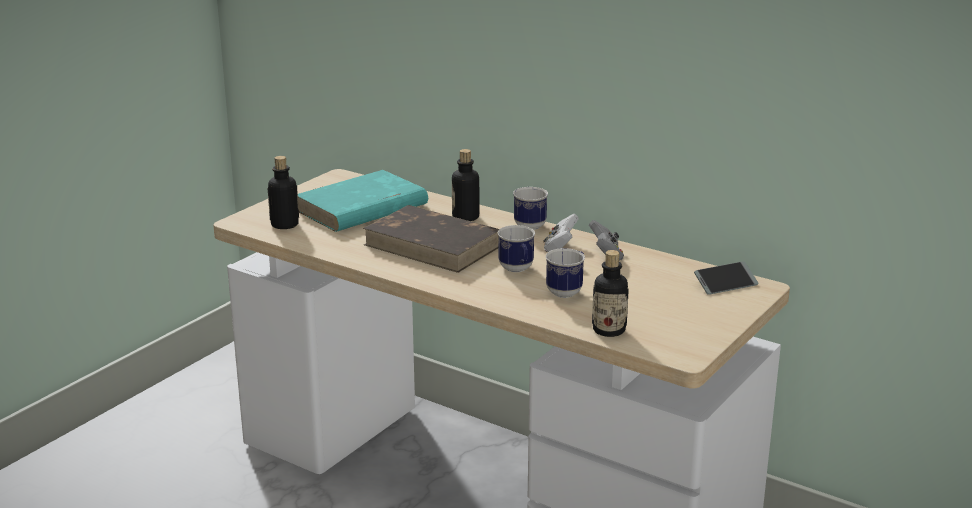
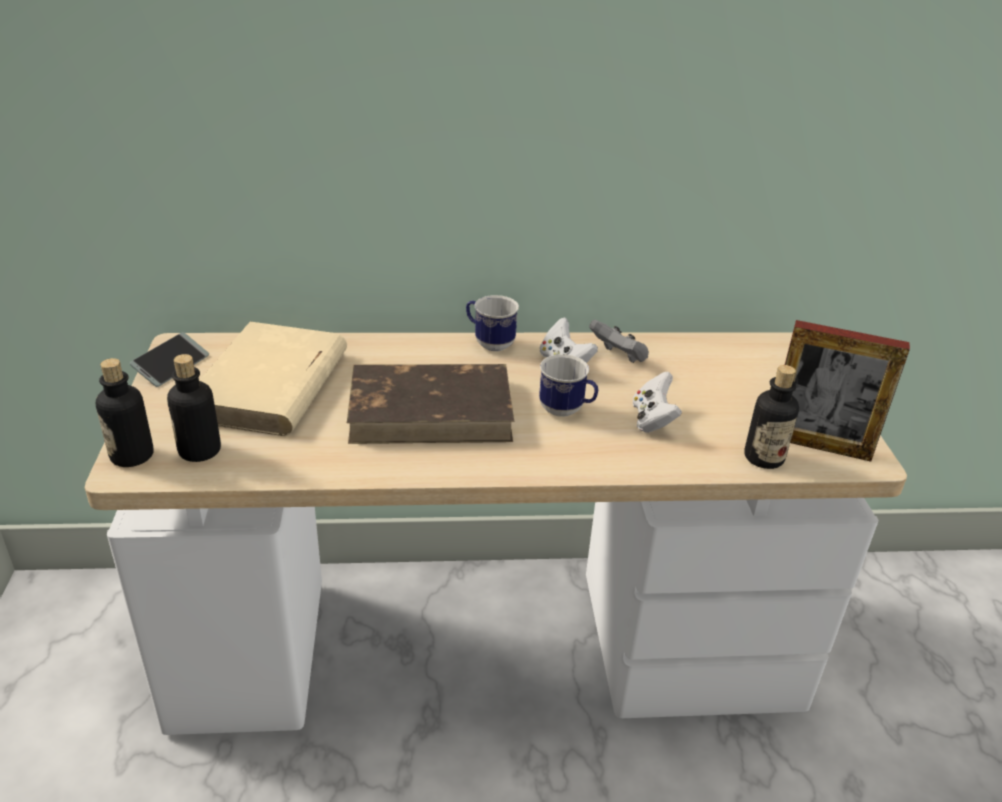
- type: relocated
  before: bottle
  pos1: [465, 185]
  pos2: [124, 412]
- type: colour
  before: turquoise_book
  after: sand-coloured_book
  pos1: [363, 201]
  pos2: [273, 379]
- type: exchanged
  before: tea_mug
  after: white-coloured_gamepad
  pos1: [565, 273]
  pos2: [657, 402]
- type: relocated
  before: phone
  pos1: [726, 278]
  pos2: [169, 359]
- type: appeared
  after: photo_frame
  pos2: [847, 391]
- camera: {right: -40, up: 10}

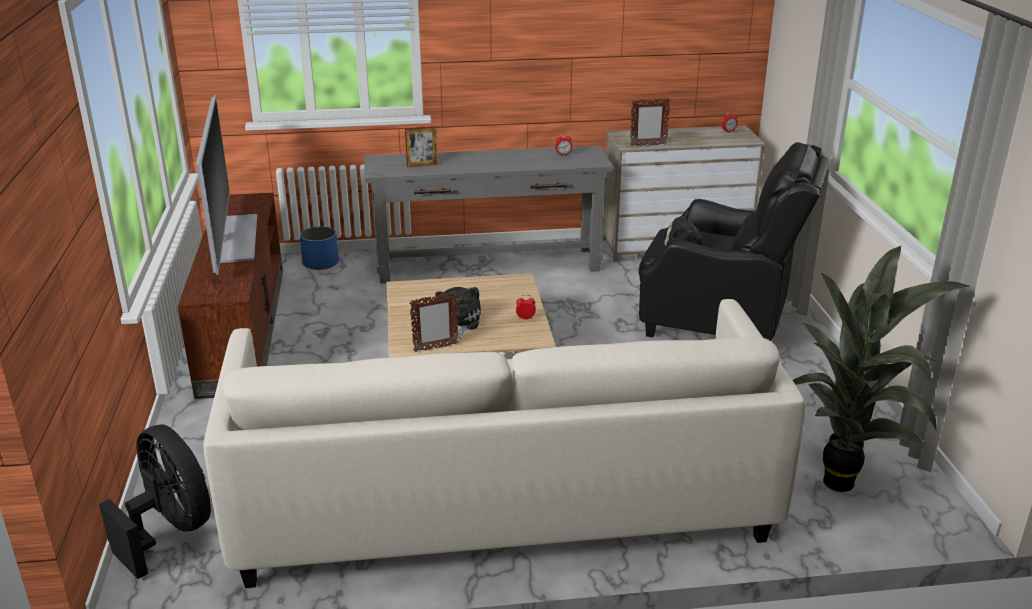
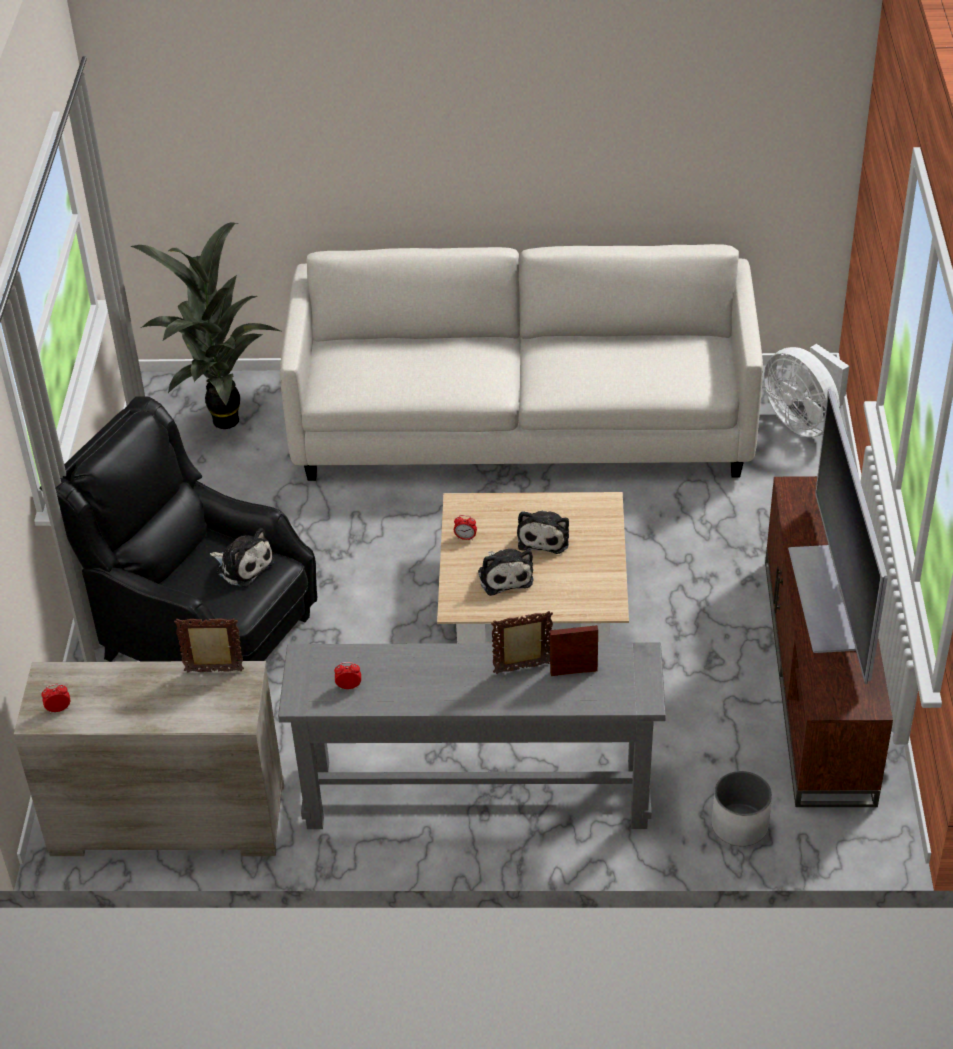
- type: colour
  before: blue_plant_pot
  after: white-coloured_plant_pot
  pos1: [319, 248]
  pos2: [741, 808]
- type: relocated
  before: photo_frame
  pos1: [434, 322]
  pos2: [522, 642]
- type: colour
  before: blackish_electric_fan
  after: white-coloured_electric_fan
  pos1: [155, 502]
  pos2: [806, 390]
- type: appeared
  after: plush_toy
  pos2: [506, 572]
- camera: {right: -170, up: 15}

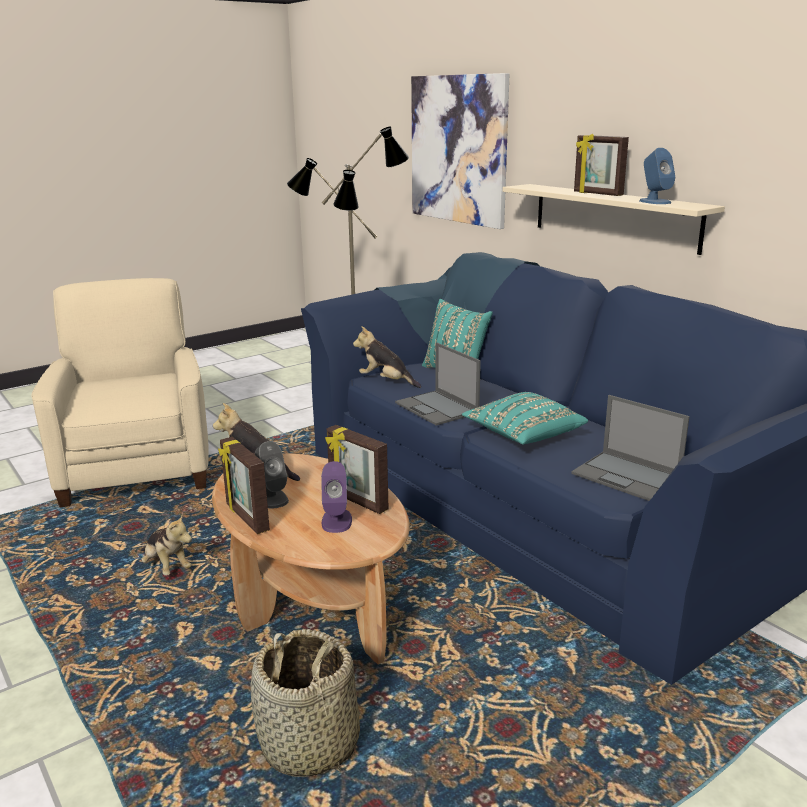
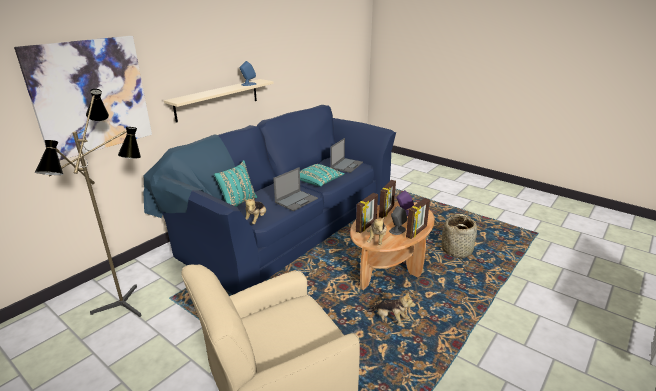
- type: relocated
  before: photo_frame
  pos1: [601, 165]
  pos2: [367, 213]
- type: spun
  before: plush_toy
  pos1: [166, 544]
  pos2: [391, 309]
  turn: 90
- camera: {right: -105, up: 5}

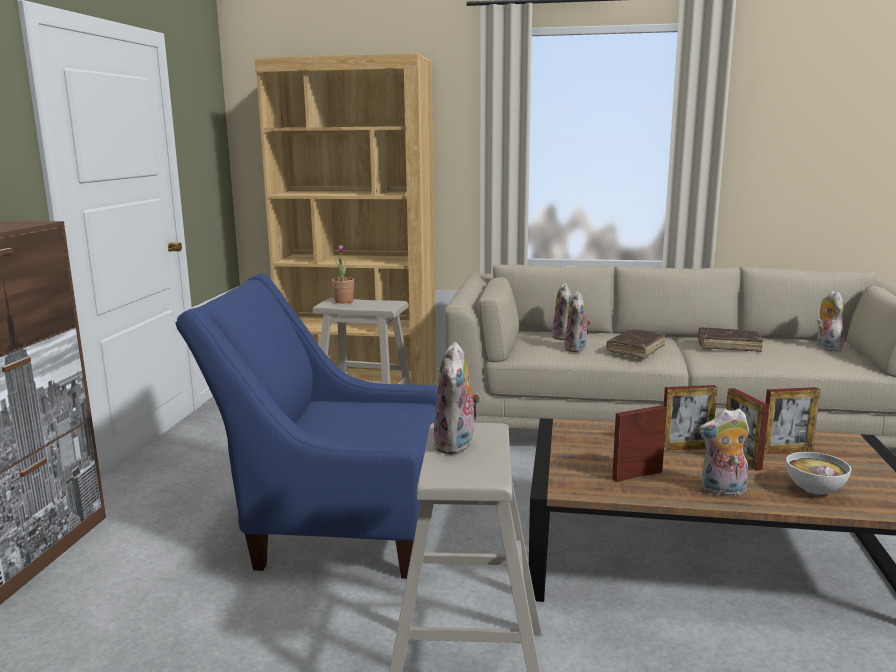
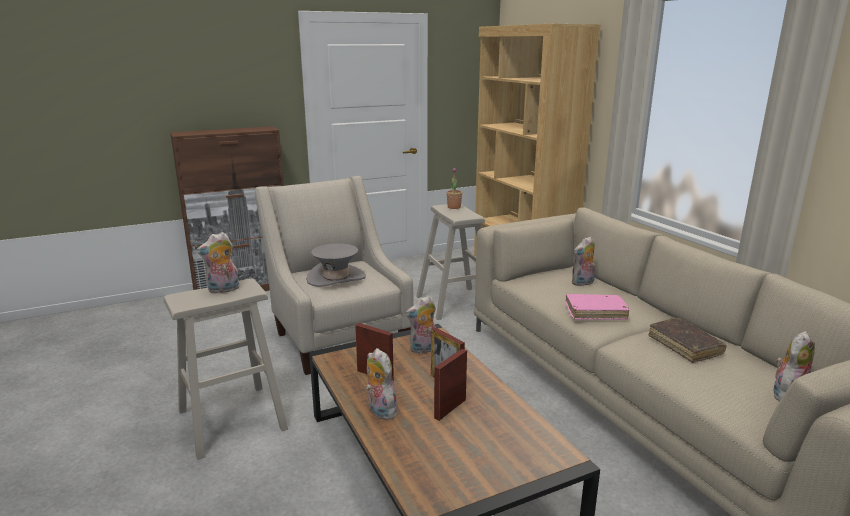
- type: colour
  before: blue_lounge_chair
  after: sand-coloured_lounge_chair
  pos1: [306, 426]
  pos2: [334, 275]
- type: relocated
  before: plush_toy
  pos1: [577, 321]
  pos2: [421, 324]
- type: colour
  before: brownish_book
  after: pink-coloured_book
  pos1: [636, 344]
  pos2: [598, 307]
- type: missing
  before: photo_frame
  pos1: [792, 420]
- type: missing
  before: serving_bowl
  pos1: [818, 473]
- type: appeared
  after: gray_hat
  pos2: [336, 265]
- camera: {right: 55, up: 5}

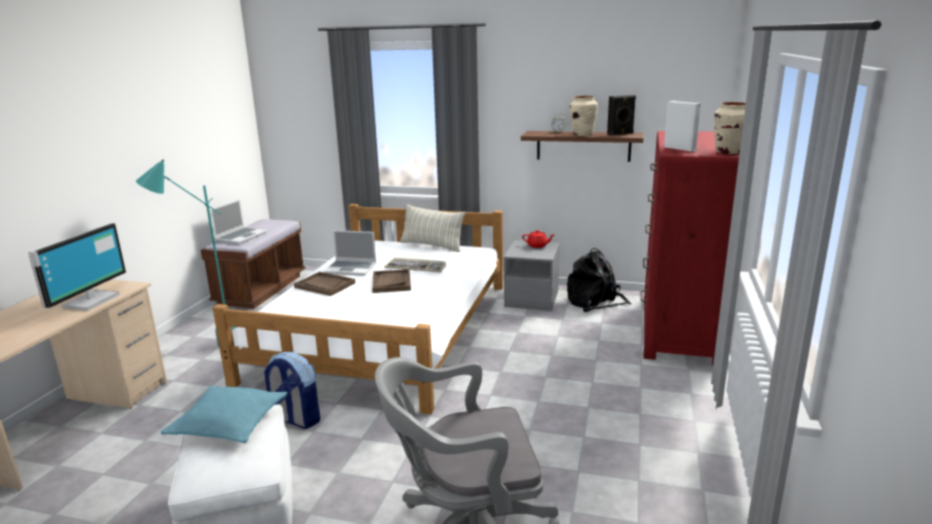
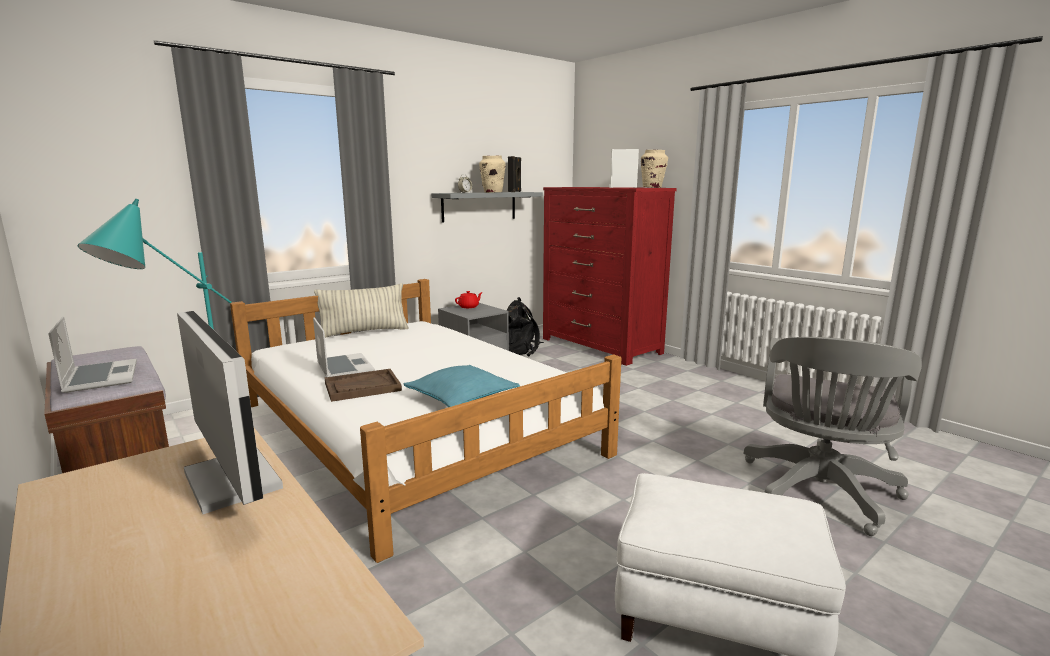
- type: colour
  before: brownish_bracket_shelf
  after: gray_bracket_shelf
  pos1: [582, 146]
  pos2: [487, 207]
- type: spun
  before: notebook_computer
  pos1: [349, 253]
  pos2: [344, 347]
  turn: -75
- type: missing
  before: PC_keyboard
  pos1: [415, 264]
- type: missing
  before: brownish_tray
  pos1: [391, 281]
- type: missing
  before: rucksack
  pos1: [292, 390]
- type: relocated
  before: turquoise_cushion
  pos1: [224, 414]
  pos2: [462, 386]
- camera: {right: -55, up: -5}

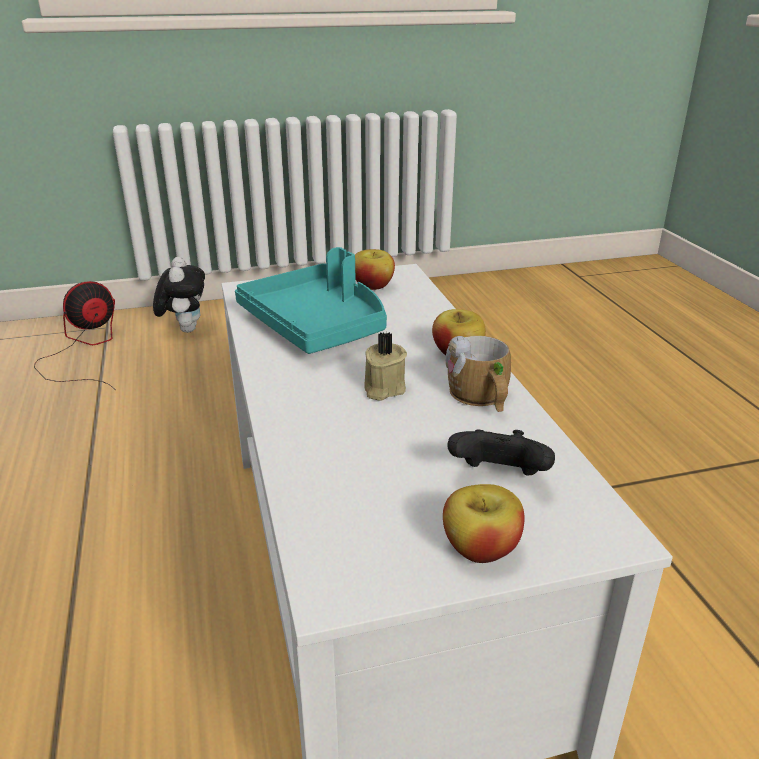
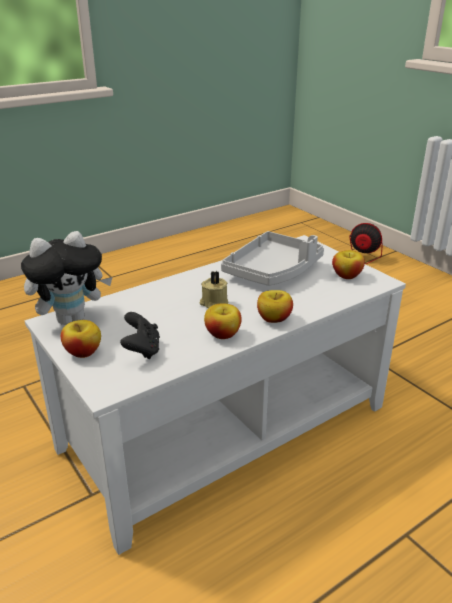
- type: colour
  before: turquoise_tray
  after: gray_tray
  pos1: [311, 300]
  pos2: [272, 258]
- type: relocated
  before: plush_toy
  pos1: [179, 295]
  pos2: [66, 278]
- type: exchanged
  before: tea_mug
  after: whole_apple
  pos1: [478, 374]
  pos2: [223, 321]
- camera: {right: 70, up: 0}

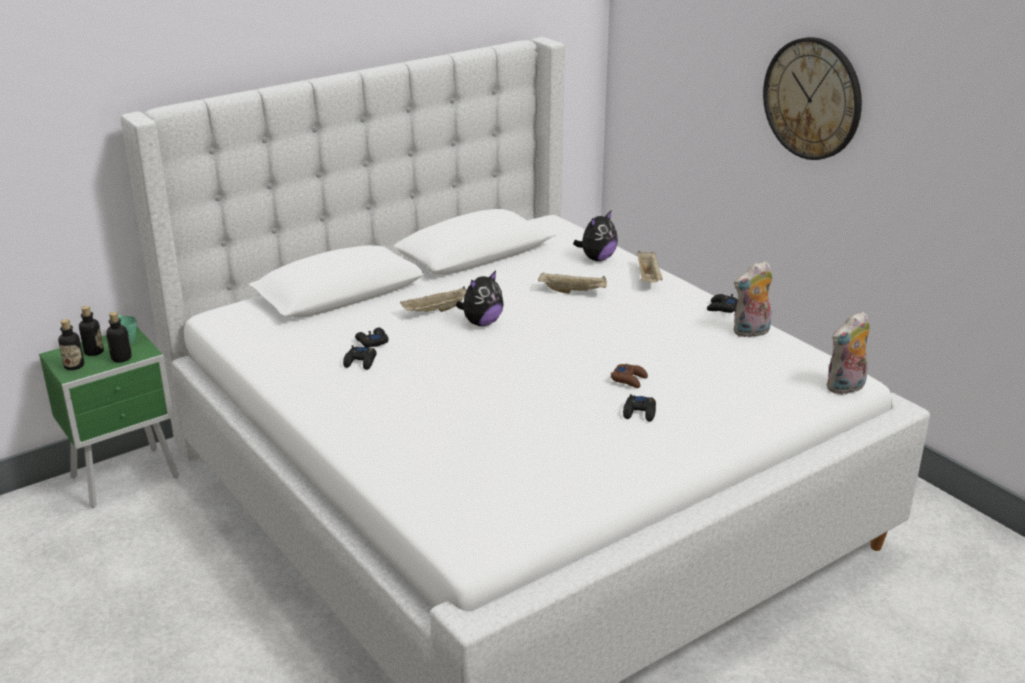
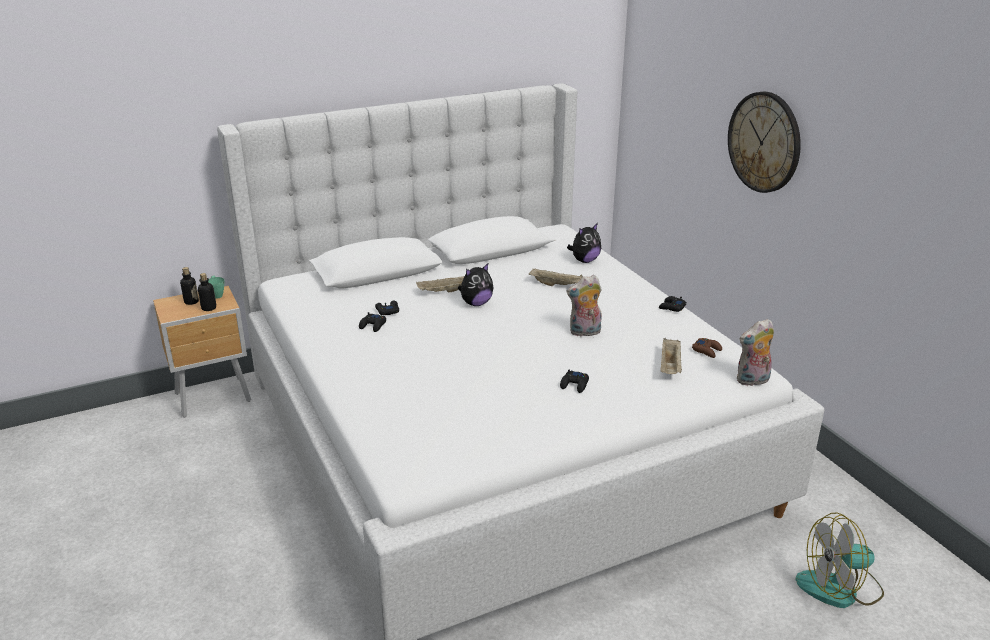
- type: relocated
  before: sand-coloured_tray
  pos1: [650, 267]
  pos2: [671, 356]
- type: relocated
  before: plush_toy
  pos1: [752, 299]
  pos2: [584, 306]
- type: missing
  before: bottle
  pos1: [71, 344]
- type: colour
  before: green_nightstand
  after: brownish_nightstand
  pos1: [109, 417]
  pos2: [202, 352]
- type: relocated
  before: brownish_gamepad
  pos1: [629, 376]
  pos2: [707, 348]
- type: appeared
  after: electric_fan
  pos2: [839, 560]
- camera: {right: 10, up: 0}

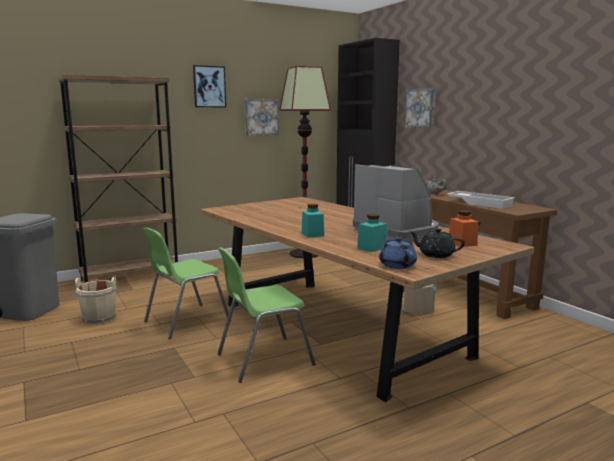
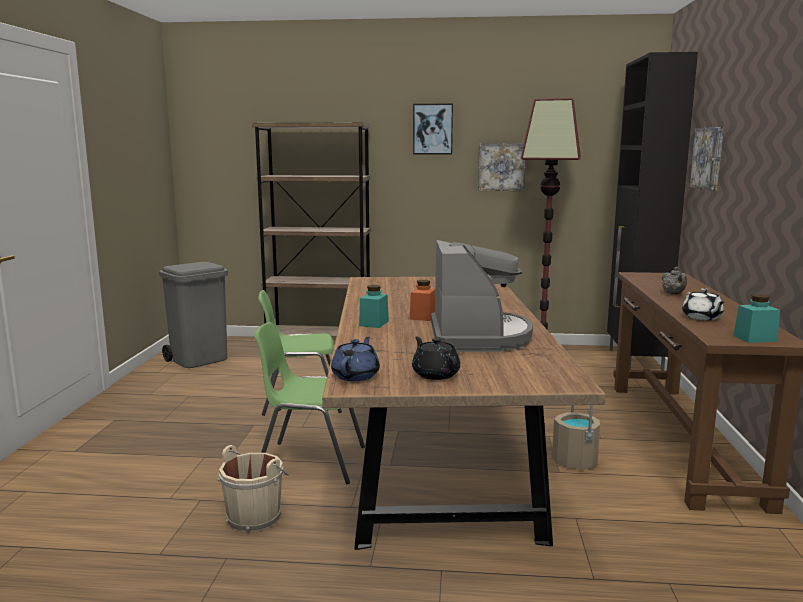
- type: exchanged
  before: white-coloured_tray
  after: white-coloured_tea_pot
  pos1: [481, 200]
  pos2: [703, 304]
- type: relocated
  before: orangey_jar
  pos1: [463, 228]
  pos2: [422, 300]
- type: relocated
  before: turquoise_jar
  pos1: [372, 233]
  pos2: [756, 318]
- type: relocated
  before: sand-coloured_bucket
  pos1: [97, 300]
  pos2: [253, 488]
- camera: {right: 35, up: 0}

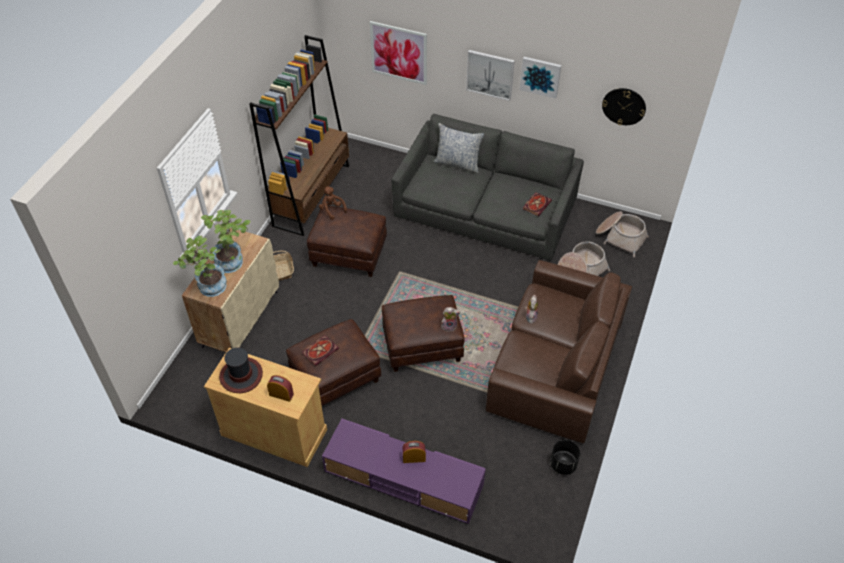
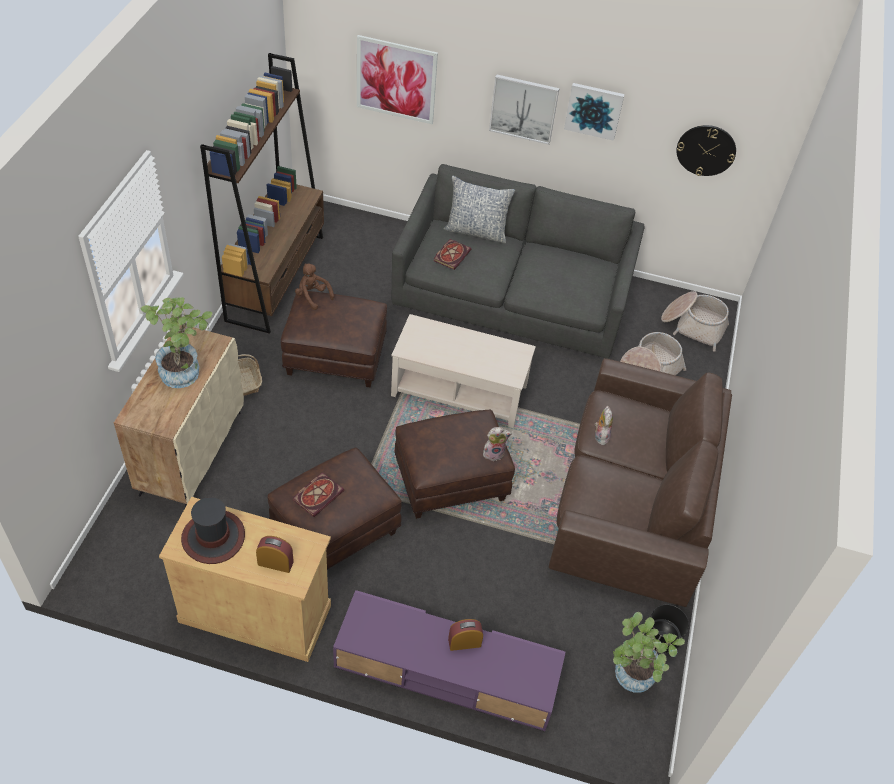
- type: relocated
  before: book
  pos1: [537, 204]
  pos2: [452, 254]
- type: relocated
  before: houseplant
  pos1: [200, 266]
  pos2: [649, 652]
- type: appeared
  after: sand-coloured_coffee_table
  pos2: [463, 371]
- camera: {right: -10, up: 0}

